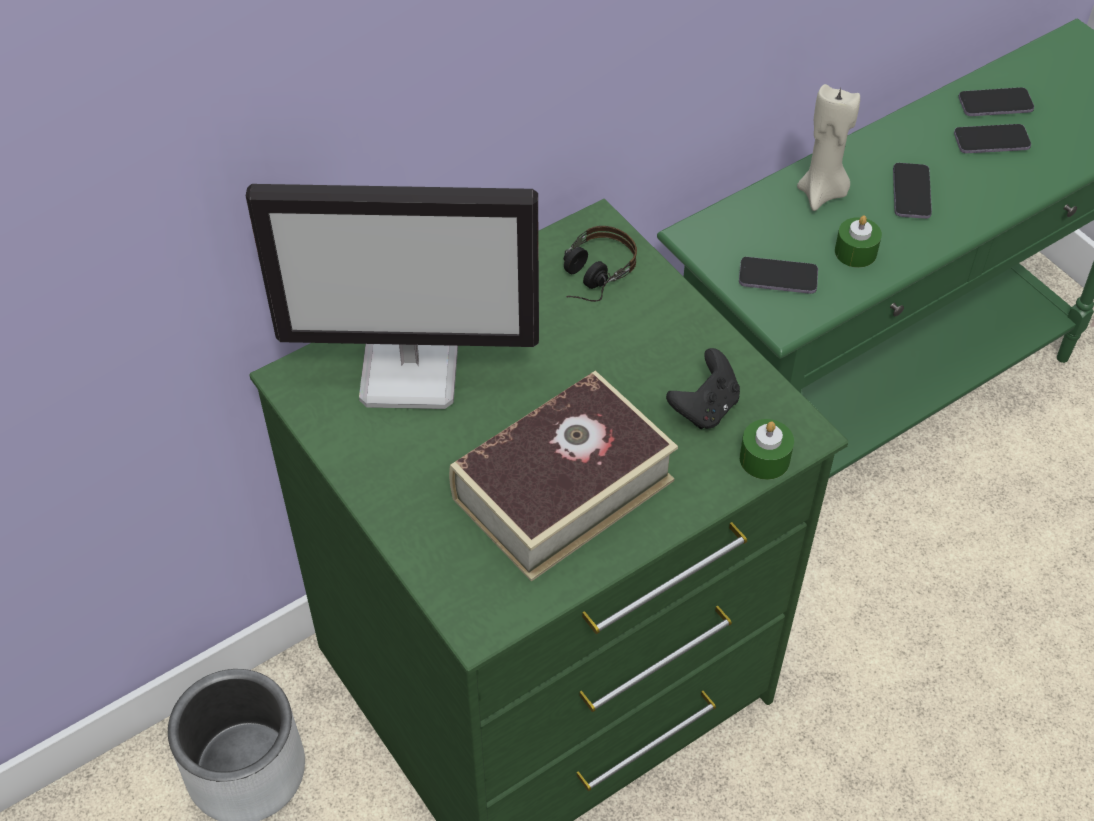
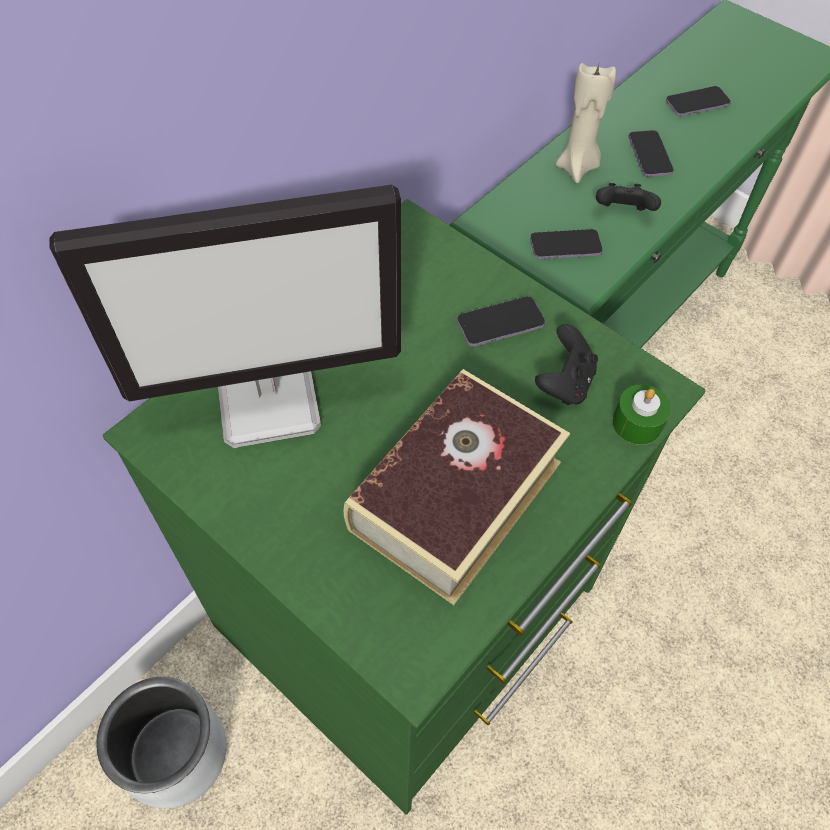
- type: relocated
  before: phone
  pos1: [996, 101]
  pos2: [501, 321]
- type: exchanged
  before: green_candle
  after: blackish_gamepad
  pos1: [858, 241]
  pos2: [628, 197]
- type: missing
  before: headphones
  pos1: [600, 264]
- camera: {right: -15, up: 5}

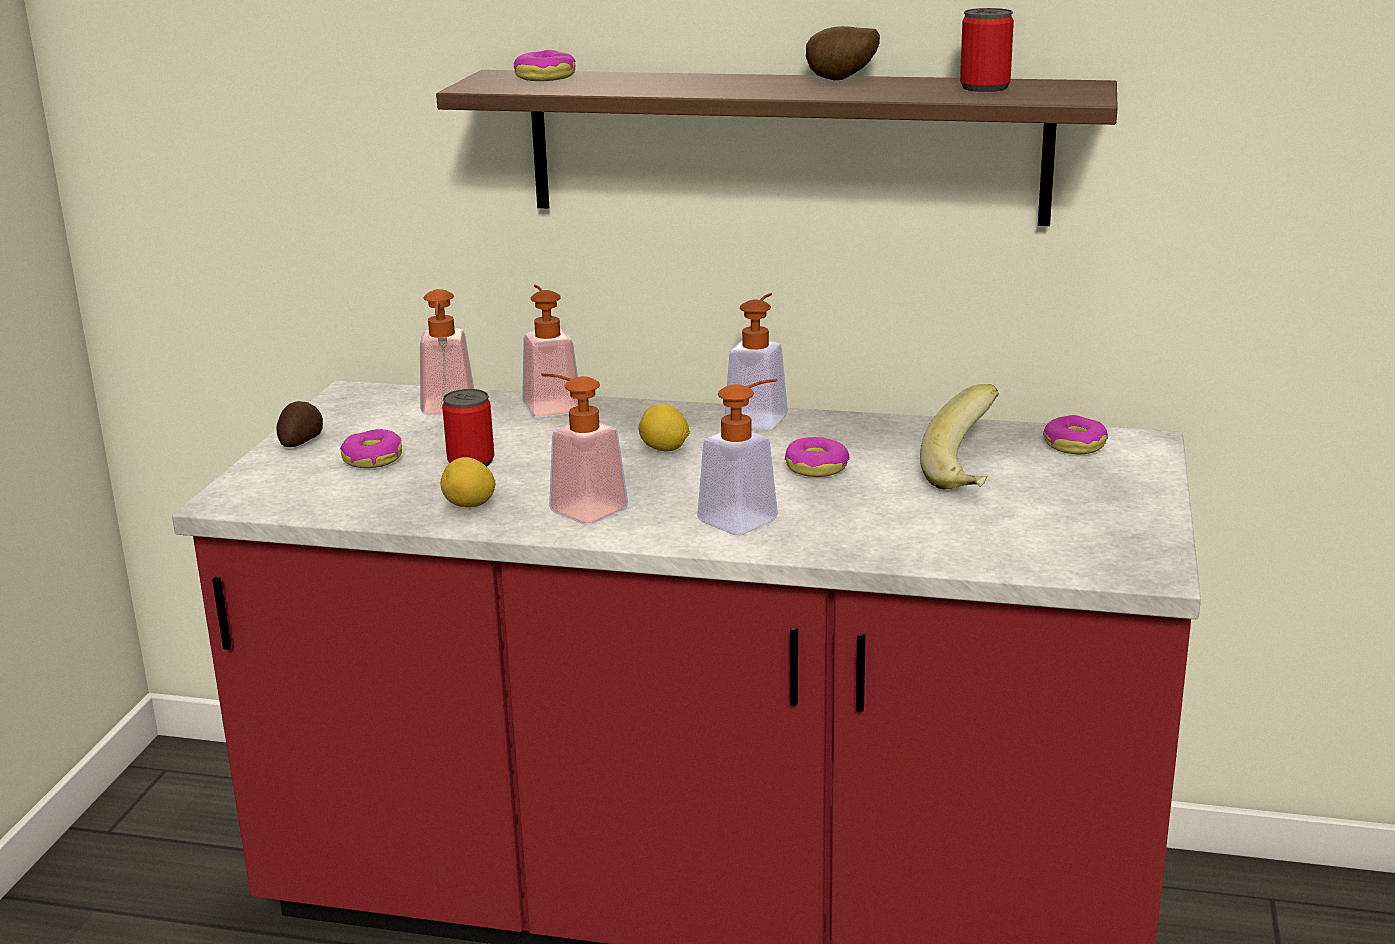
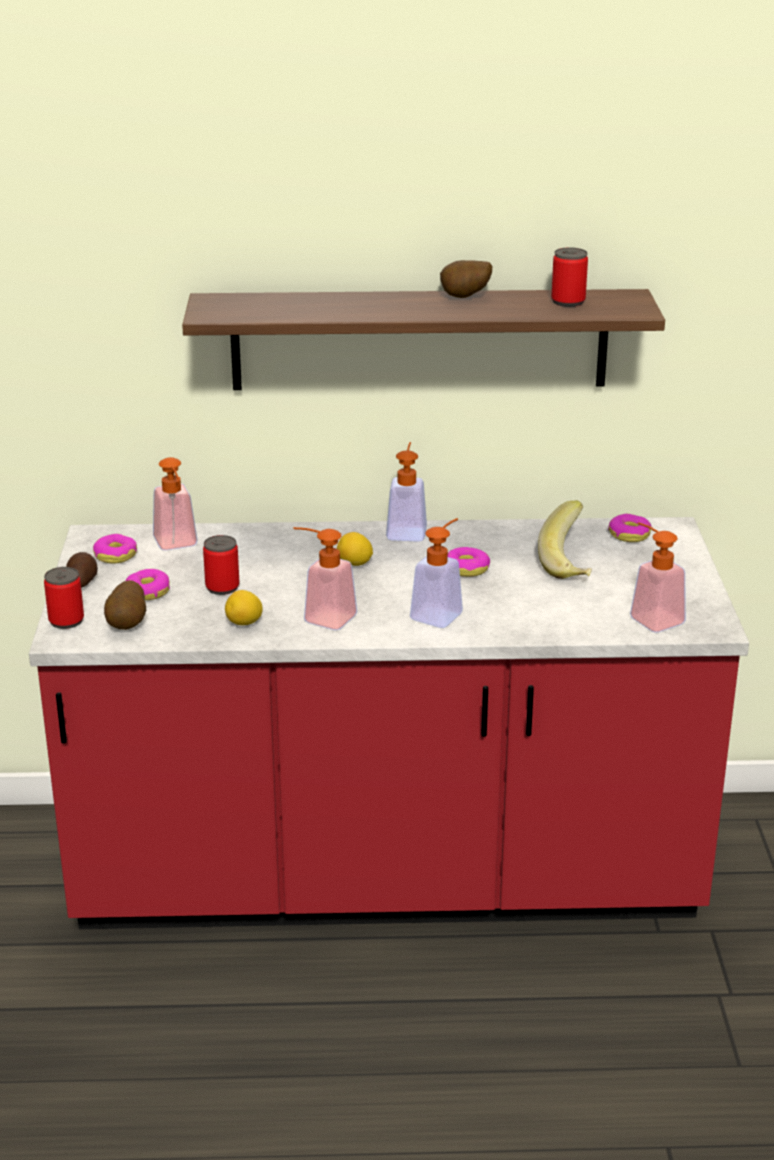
- type: relocated
  before: ring_doughnut
  pos1: [544, 65]
  pos2: [115, 549]
- type: relocated
  before: soap_bottle
  pos1: [550, 351]
  pos2: [658, 577]
- type: appeared
  after: can
  pos2: [64, 598]
- type: appeared
  after: potato
  pos2: [125, 605]
- camera: {right: -15, up: 5}

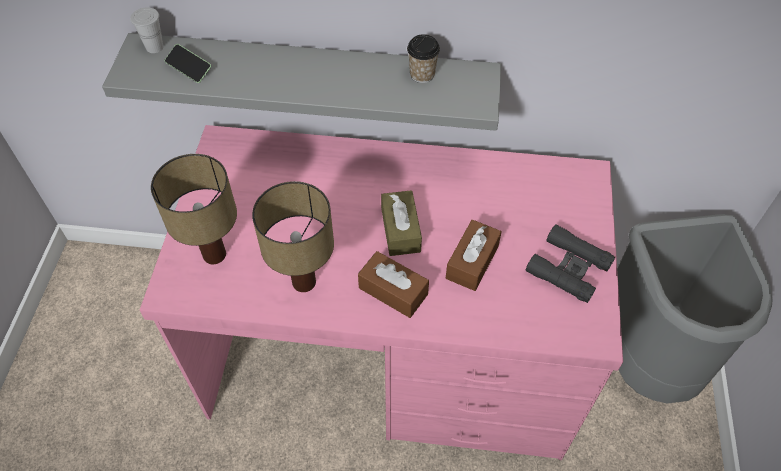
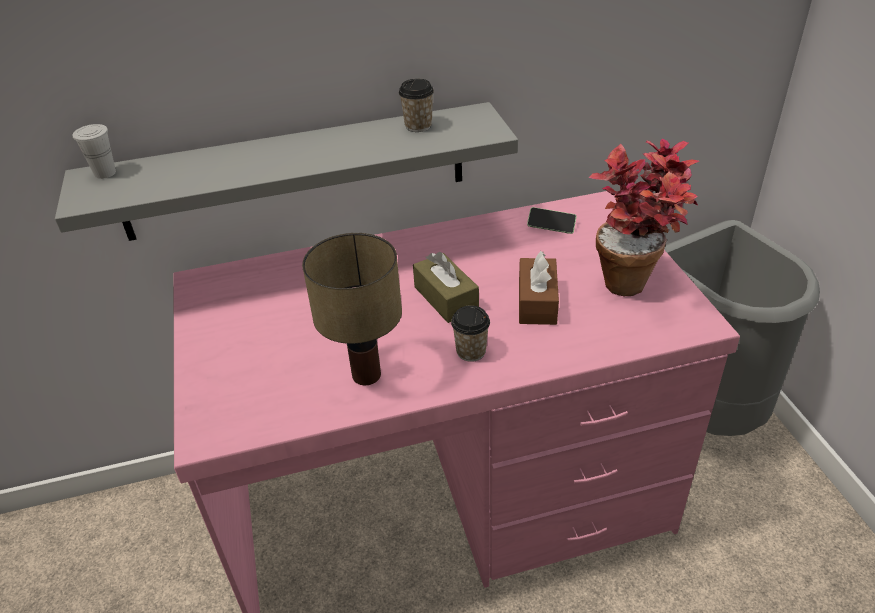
- type: relocated
  before: phone
  pos1: [188, 63]
  pos2: [551, 220]
- type: missing
  before: lamp_for_a_table
  pos1: [194, 209]
- type: exchanged
  before: blackish_field_glasses
  after: houseplant
  pos1: [570, 263]
  pos2: [644, 217]
- type: exchanged
  before: brownish_box_of_tissues
  after: cup
  pos1: [393, 284]
  pos2: [470, 333]
- camera: {right: -20, up: -15}

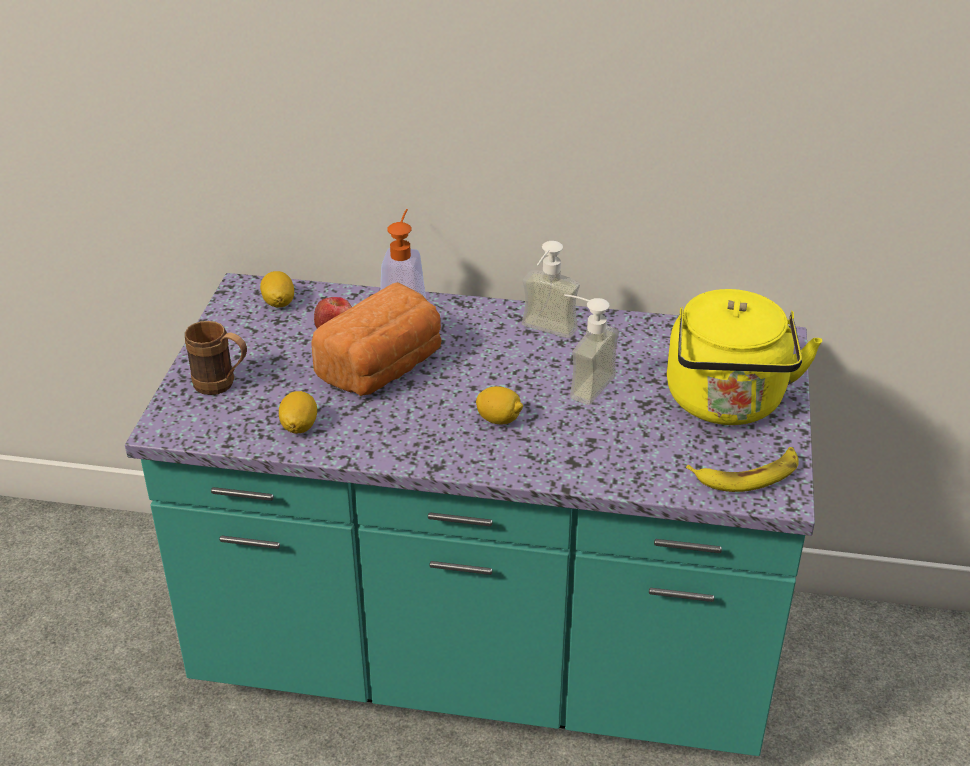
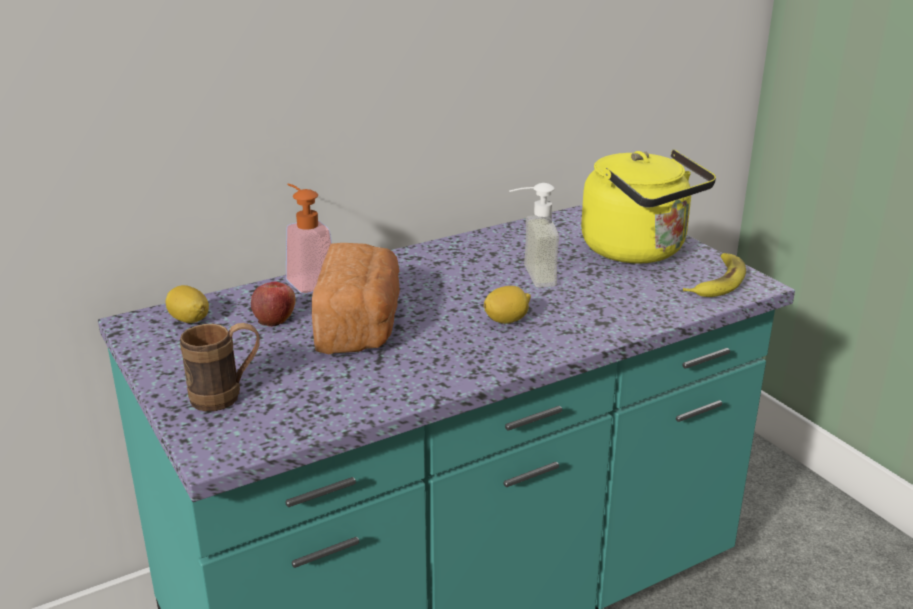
- type: missing
  before: soap_bottle
  pos1: [551, 289]
- type: missing
  before: citrus_fruit
  pos1: [298, 412]
- camera: {right: -40, up: -10}

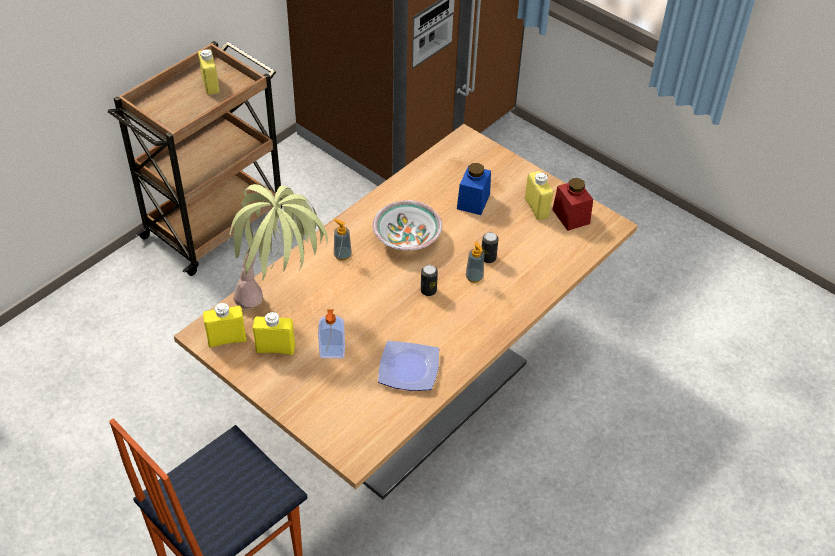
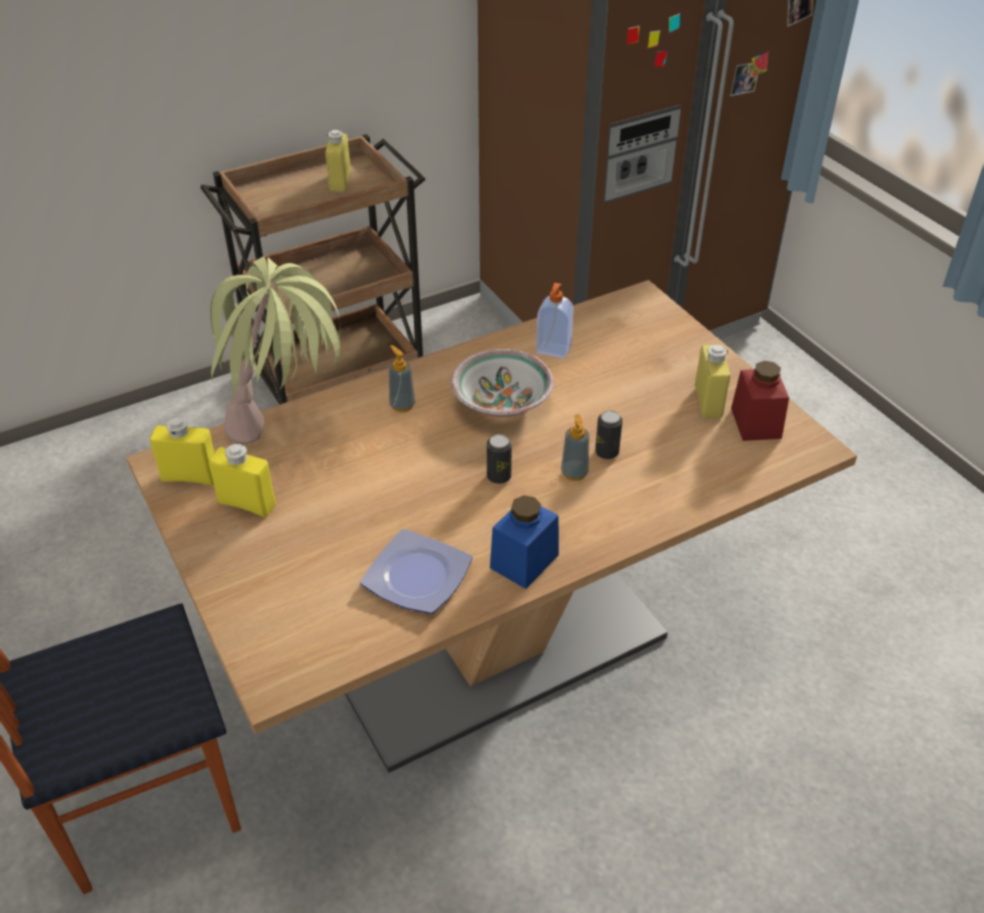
- type: relocated
  before: blue_jar
  pos1: [474, 189]
  pos2: [524, 542]
- type: relocated
  before: soap_bottle
  pos1: [331, 333]
  pos2: [555, 321]
- camera: {right: 20, up: -5}

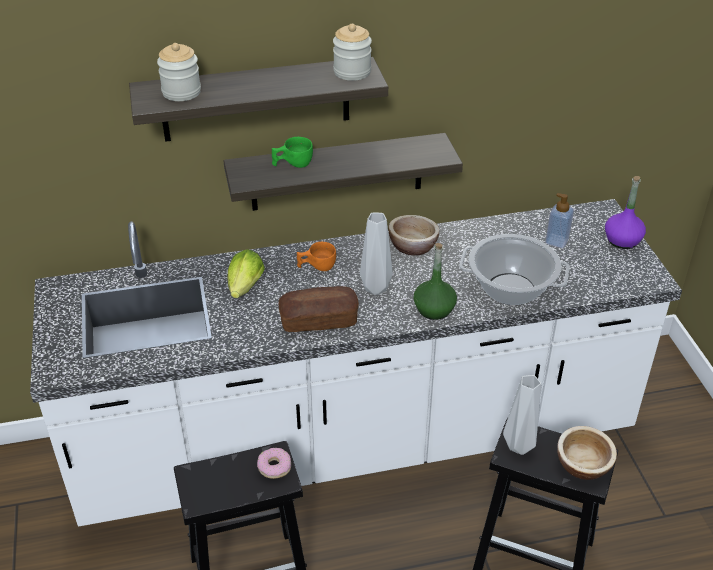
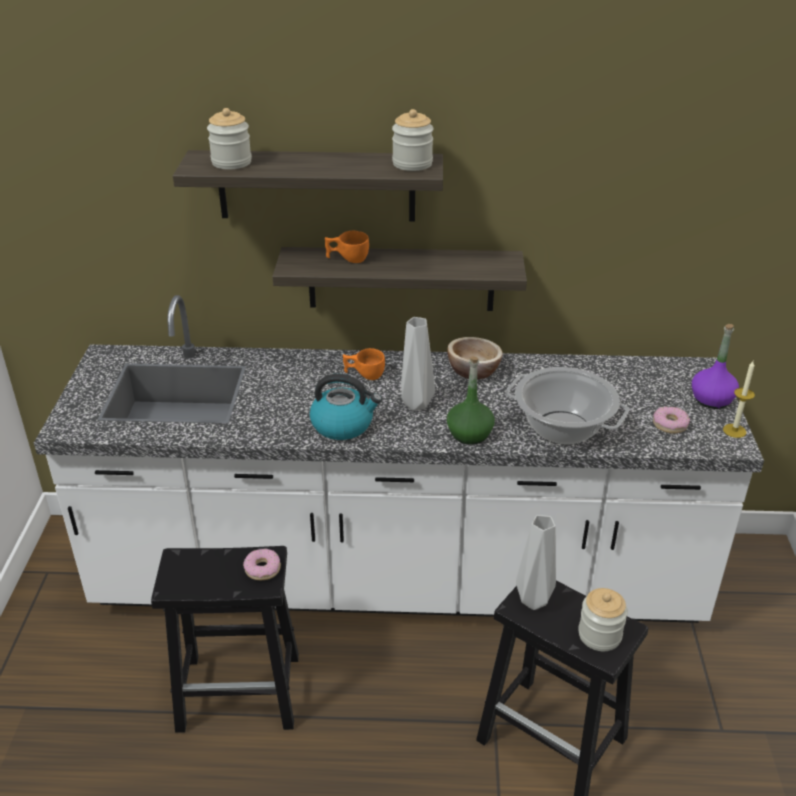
- type: colour
  before: green_cup
  after: orangey_cup
  pos1: [292, 152]
  pos2: [347, 247]
- type: missing
  before: soap_bottle
  pos1: [559, 220]
- type: missing
  before: lettuce_head
  pos1: [246, 273]
- type: exchanged
  before: bakery_bread
  after: tea_kettle
  pos1: [319, 309]
  pos2: [346, 407]
- type: exchanged
  before: serving_bowl
  after: jar
  pos1: [587, 453]
  pos2: [603, 619]
- type: appeared
  after: candle
  pos2: [739, 399]
- type: appeared
  after: ring_doughnut
  pos2: [671, 420]
- camera: {right: 15, up: -5}

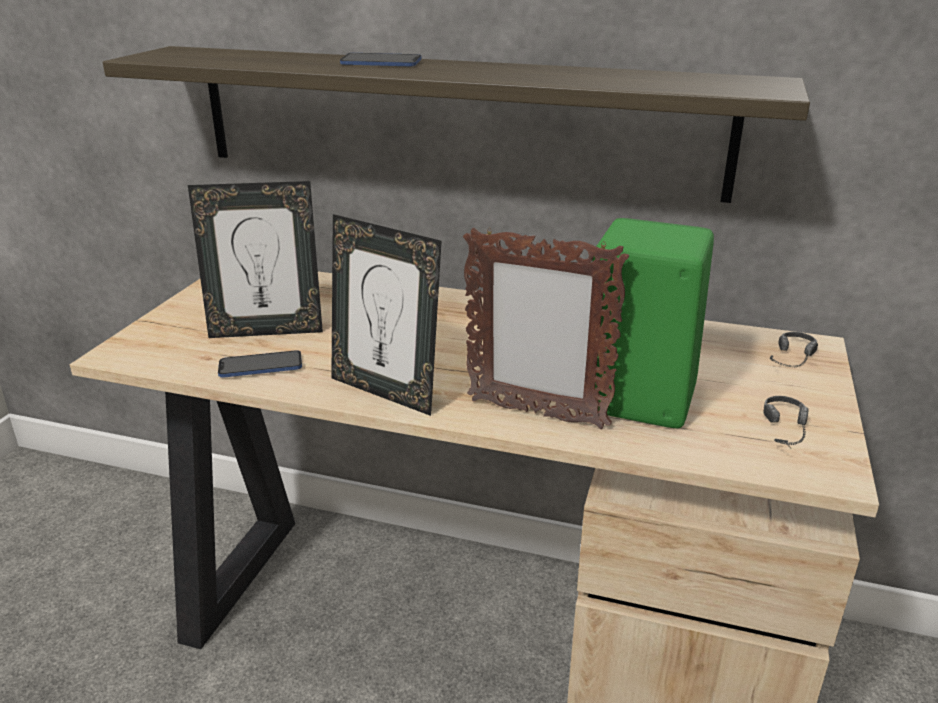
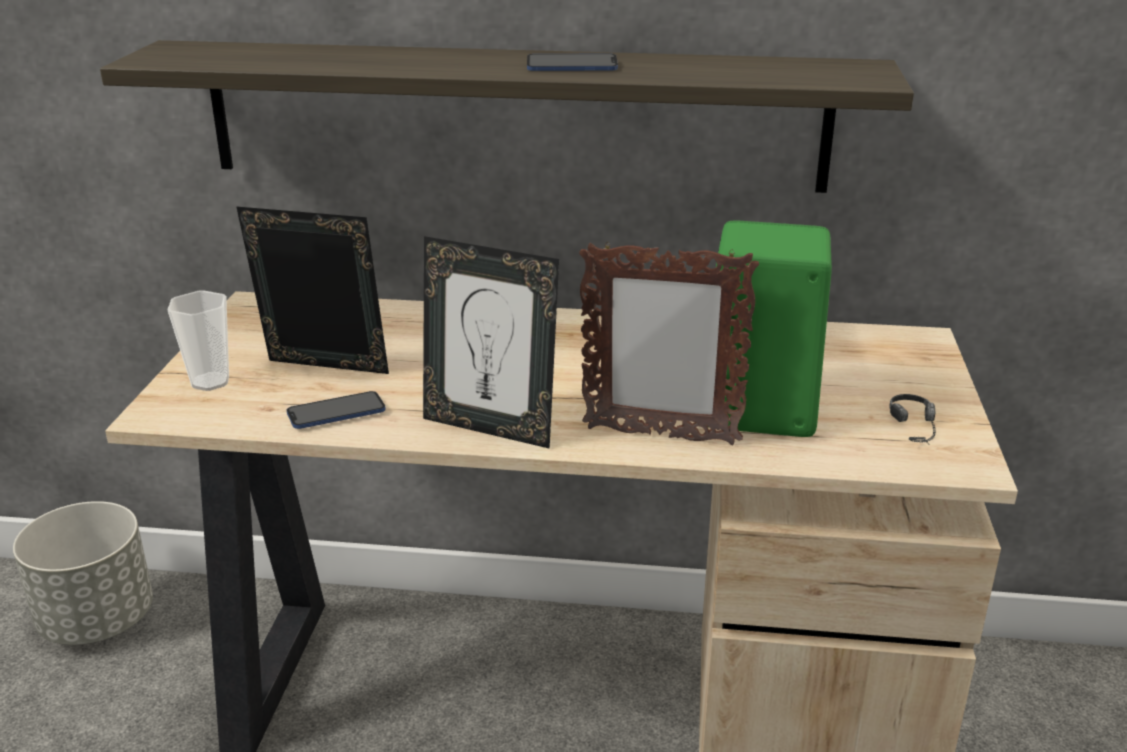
- type: relocated
  before: phone
  pos1: [380, 59]
  pos2: [572, 62]
- type: spun
  before: photo_frame
  pos1: [255, 259]
  pos2: [312, 290]
  turn: -150
- type: missing
  before: headphones
  pos1: [794, 350]
- type: appeared
  after: cup
  pos2: [198, 340]
- type: appeared
  after: gray_plant_pot
  pos2: [83, 573]
- camera: {right: -10, up: 0}

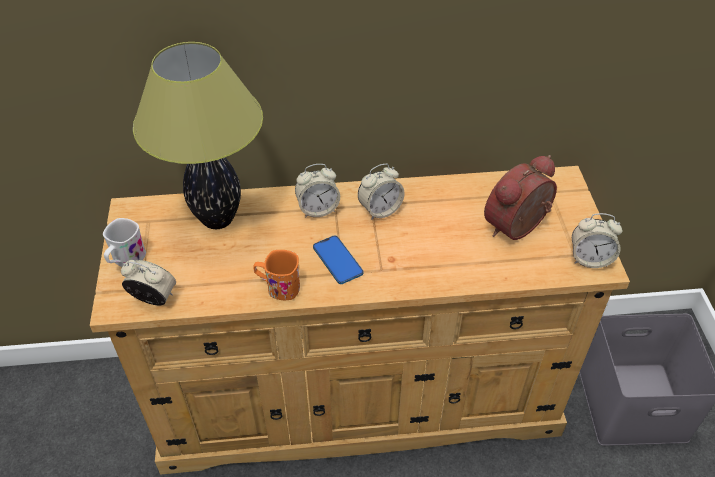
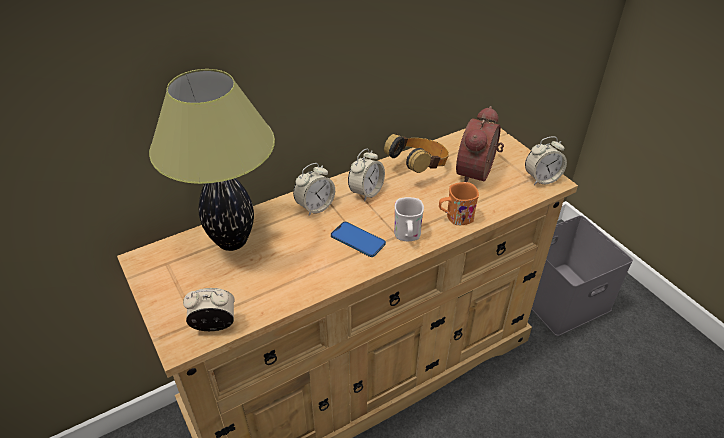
- type: relocated
  before: white-coloured_tea_mug
  pos1: [124, 242]
  pos2: [409, 219]
- type: relocated
  before: orangey_tea_mug
  pos1: [276, 275]
  pos2: [459, 203]
- type: appeared
  after: headphones
  pos2: [416, 153]
- camera: {right: -25, up: -5}

